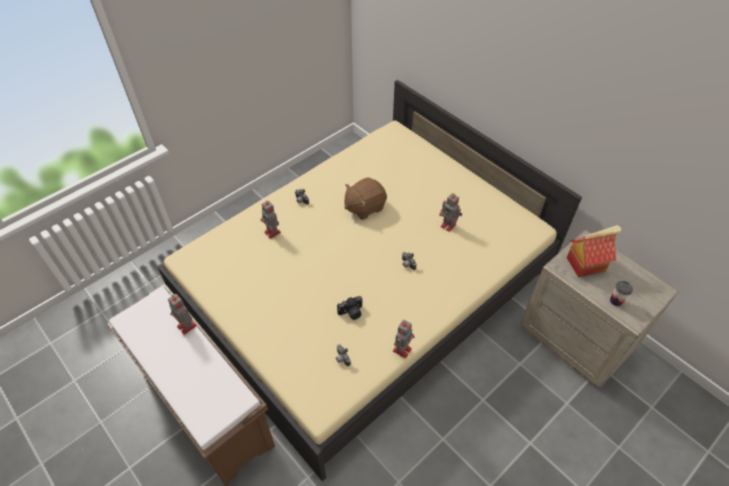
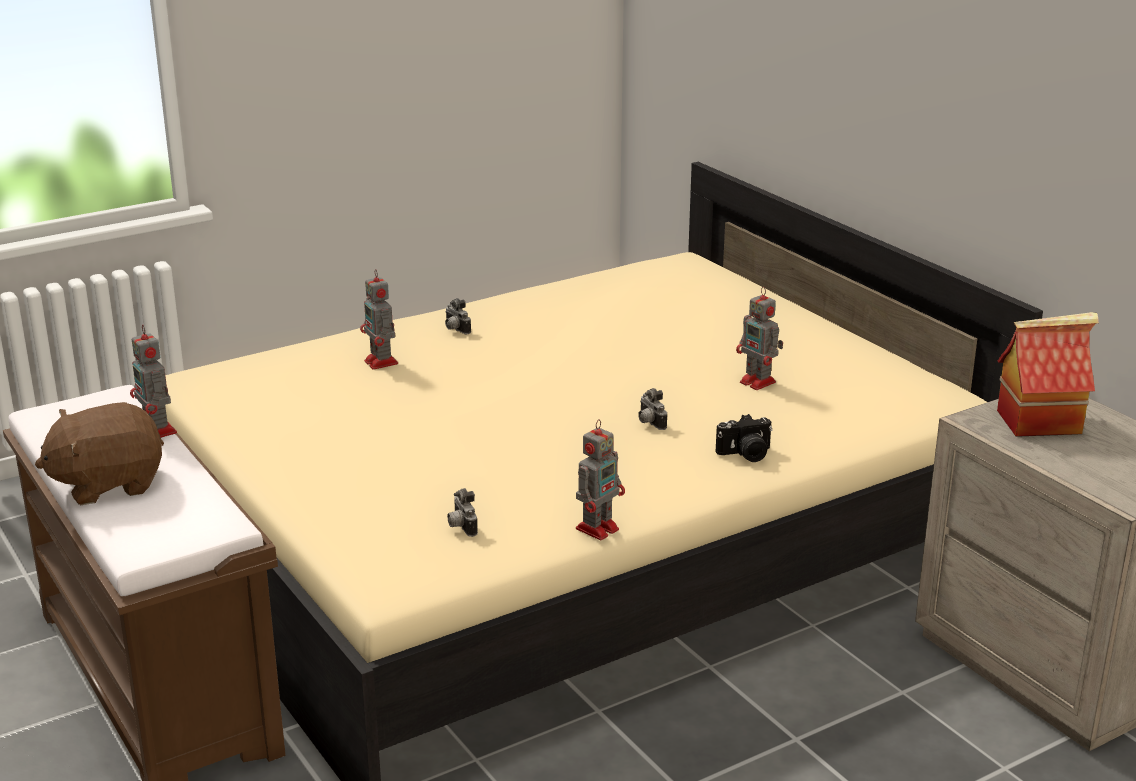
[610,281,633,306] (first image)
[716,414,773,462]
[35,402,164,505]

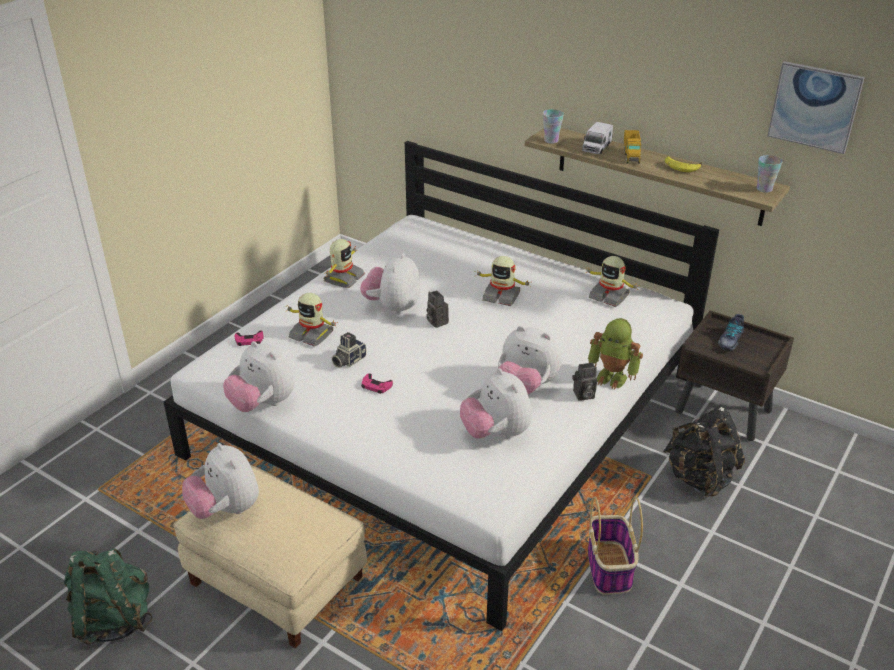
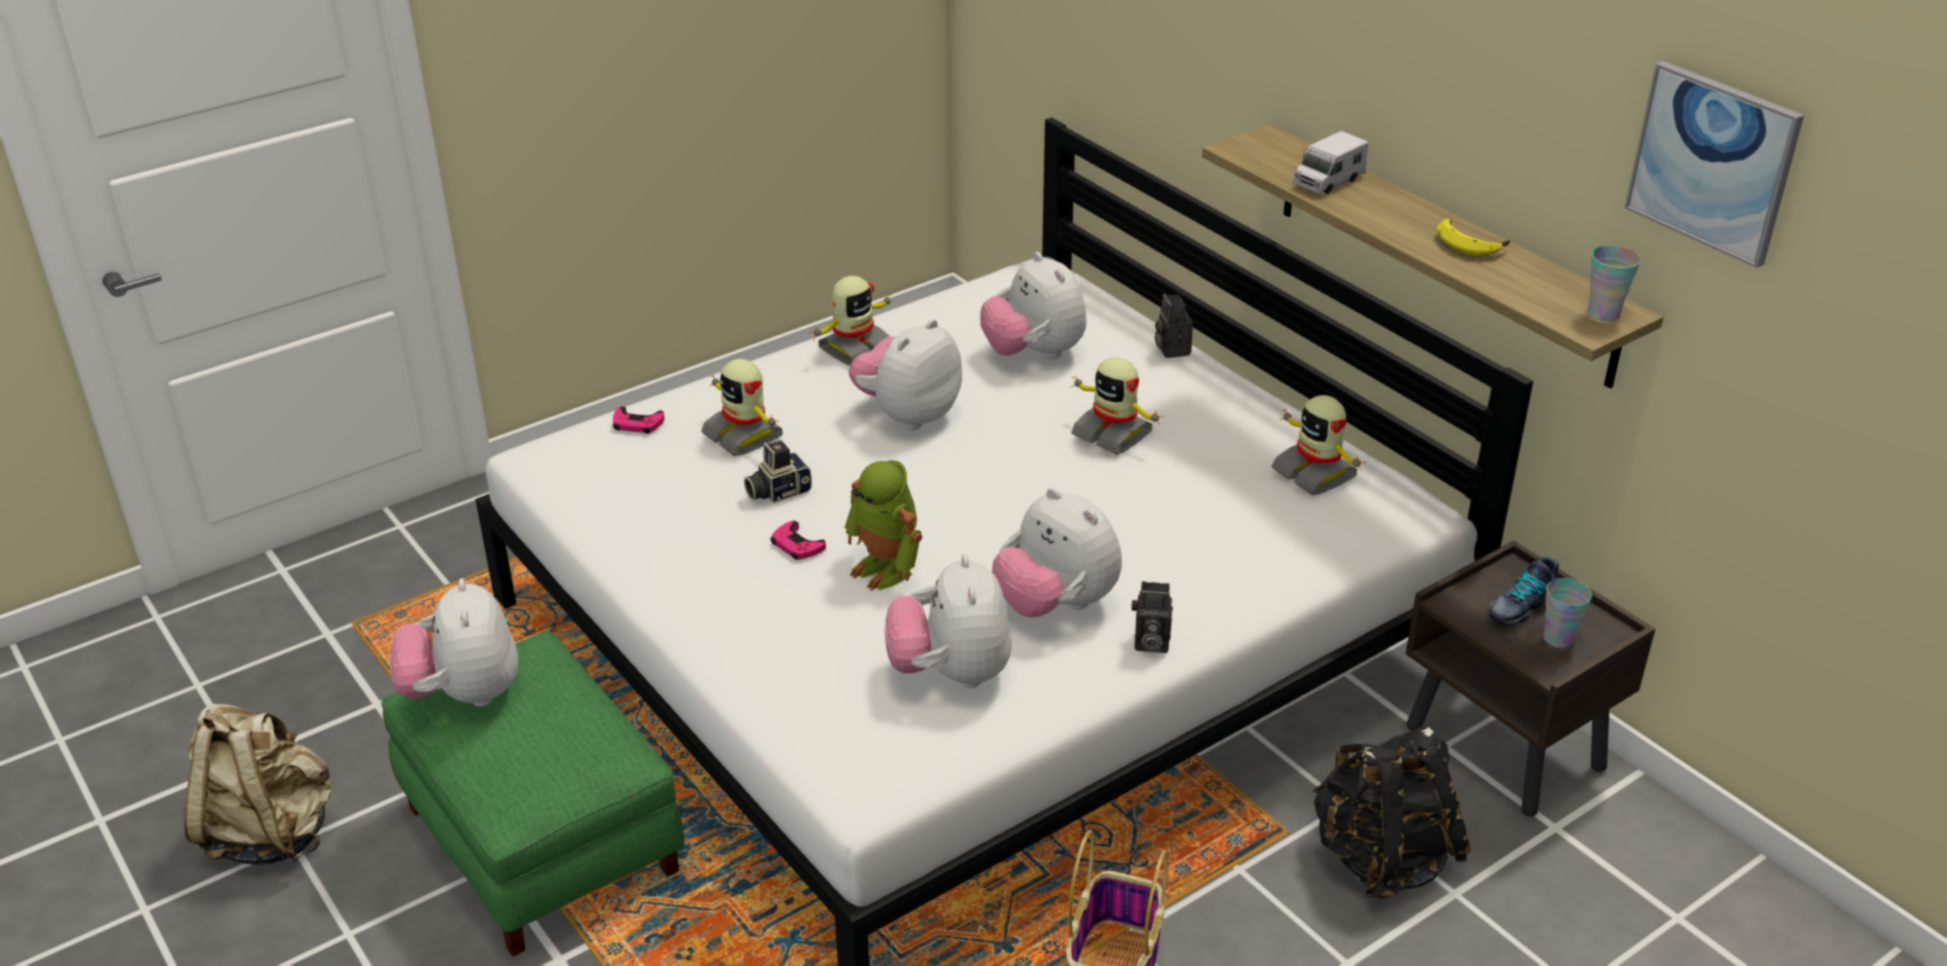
[624,130,641,164] (first image)
[980,252,1087,359]
[1155,294,1193,358]
[1543,578,1592,648]
[844,460,922,591]
[184,704,332,865]
[381,631,684,957]

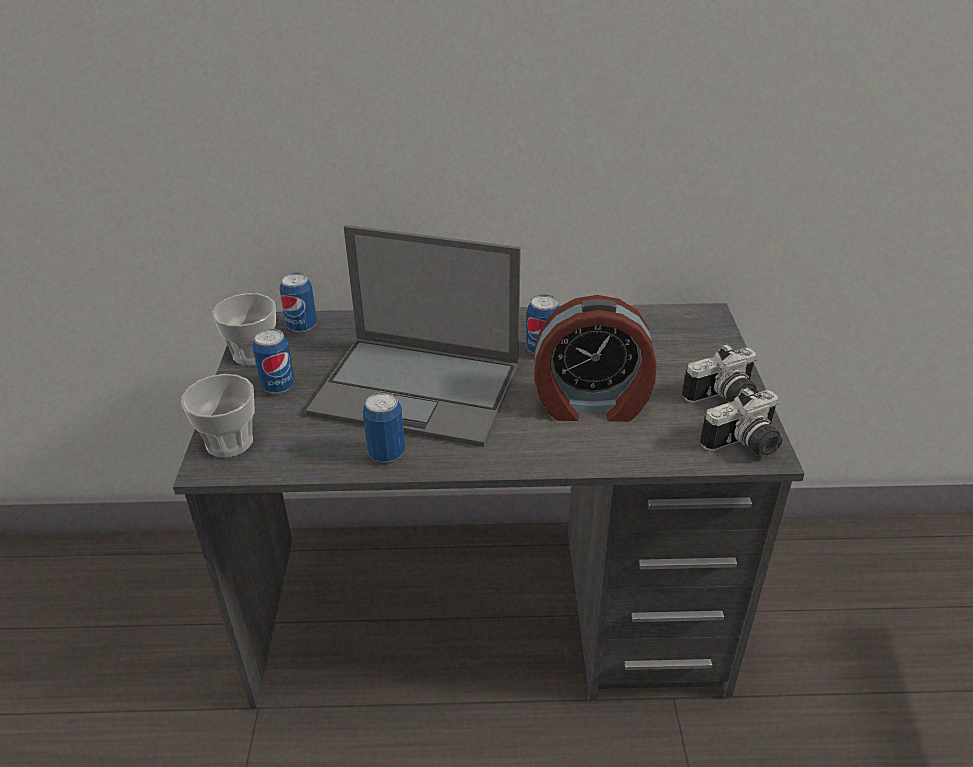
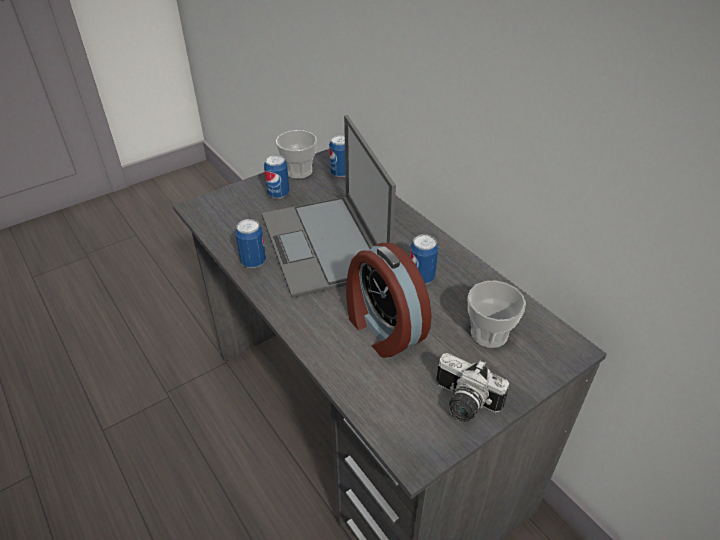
[700,387,782,457] (first image)
[468,280,526,348]

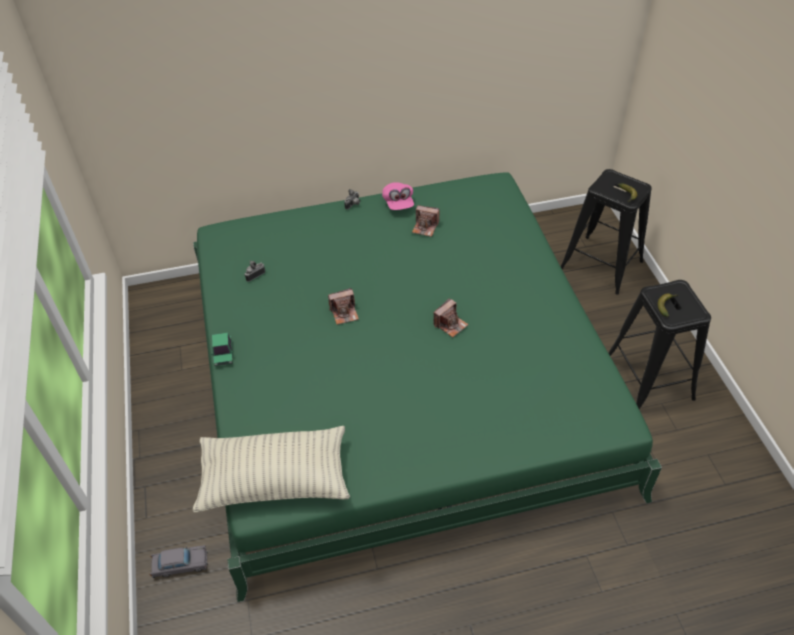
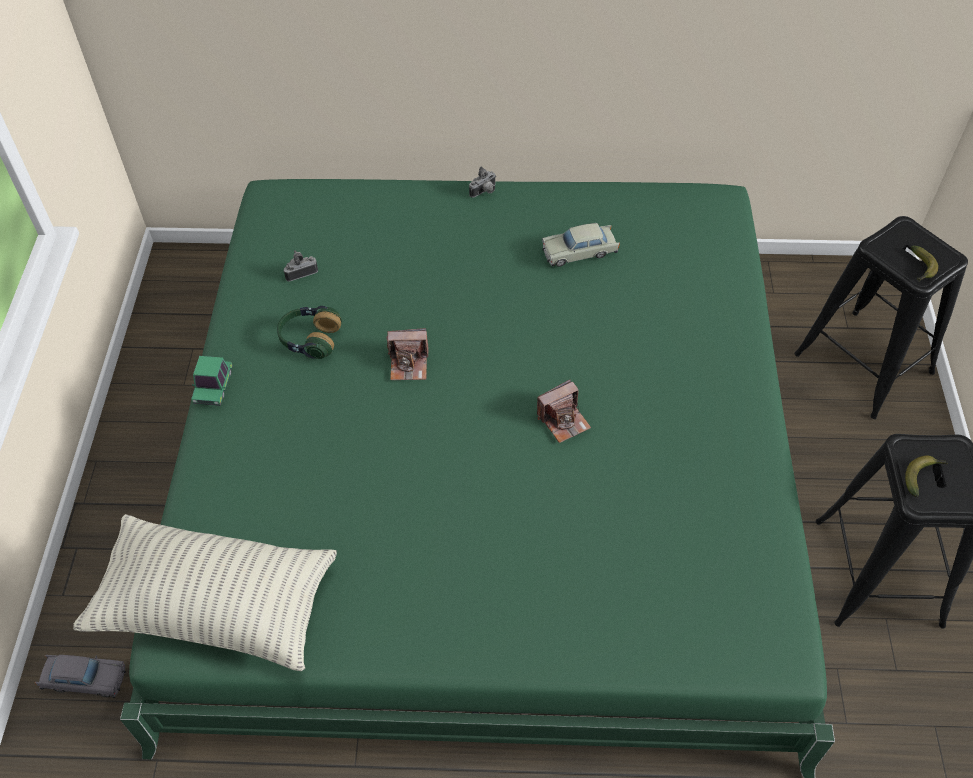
[382,182,414,210] (first image)
[277,306,342,359]
[542,223,620,267]

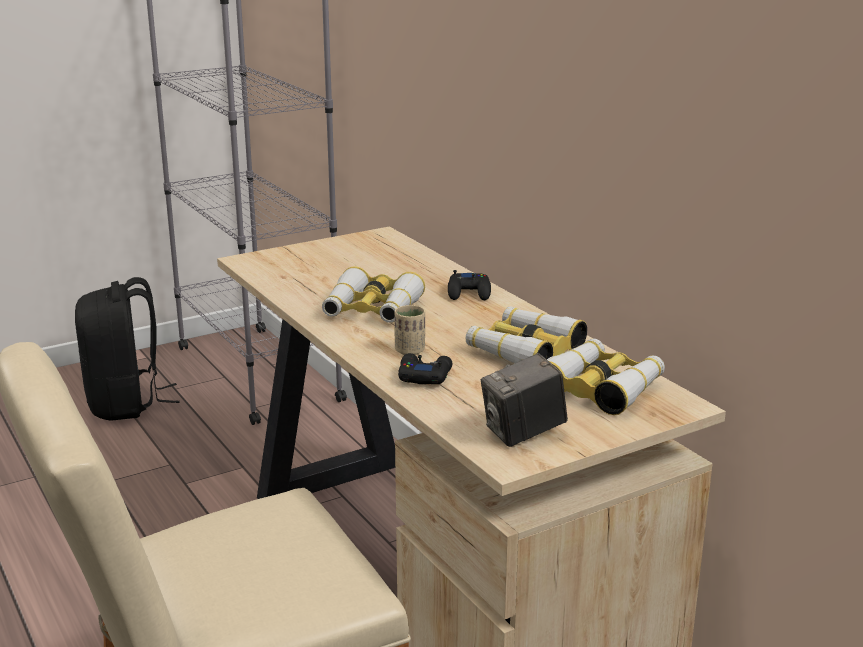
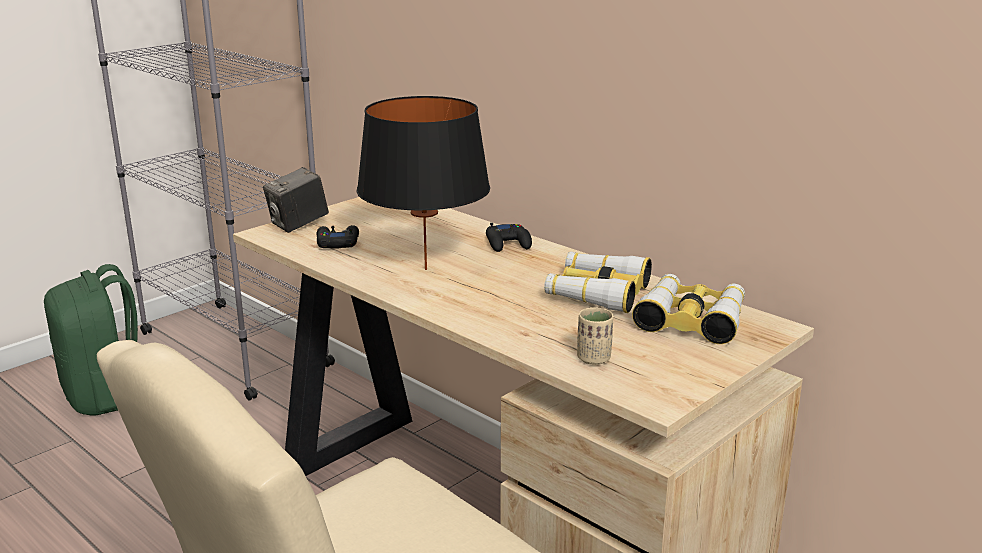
[577,307,614,365]
[316,225,359,249]
[263,167,329,233]
[357,96,490,270]
[44,264,138,415]

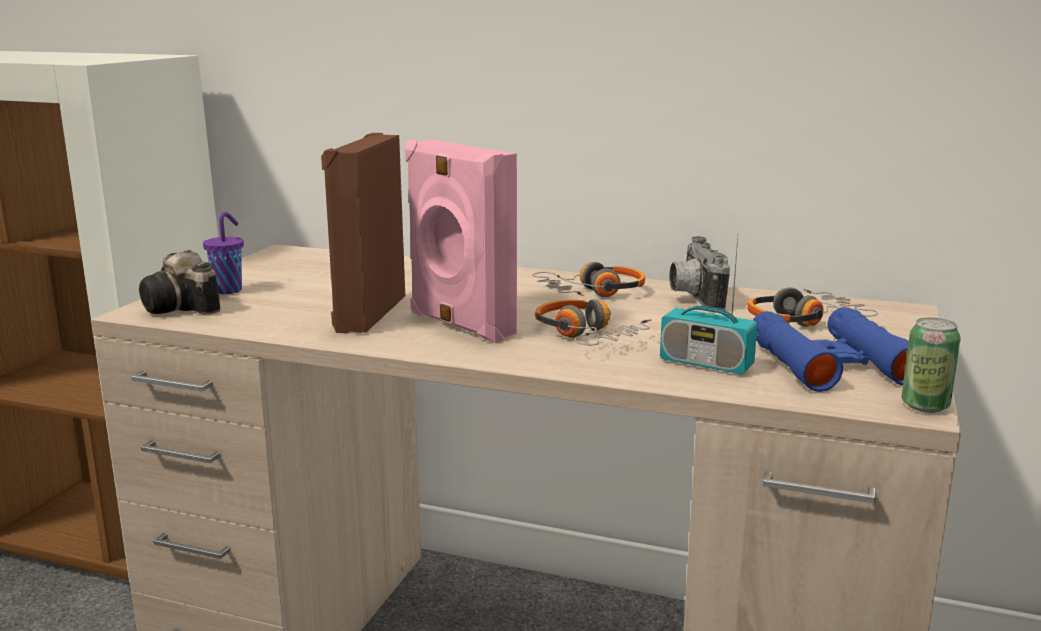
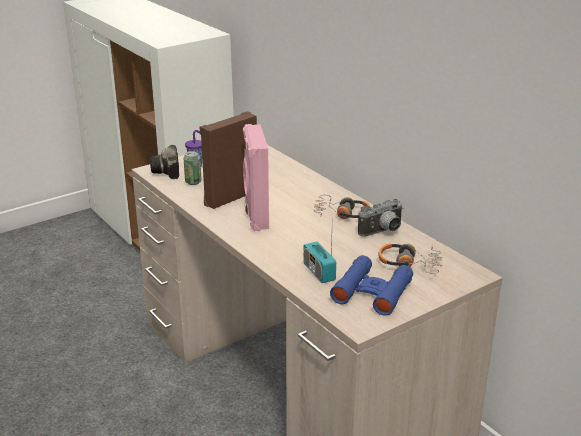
[535,299,651,345] (first image)
[183,151,202,185]
[358,199,403,237]

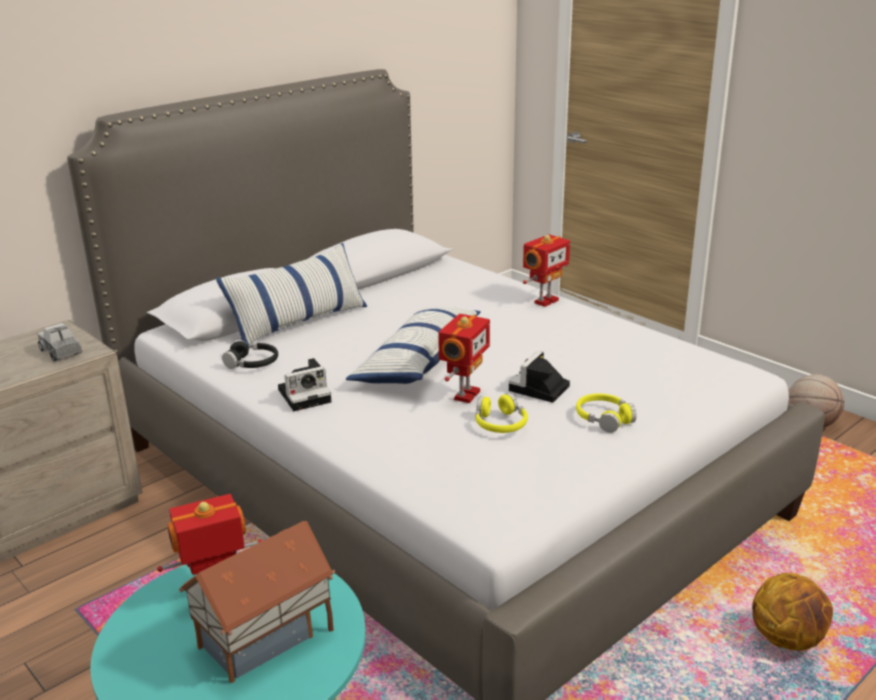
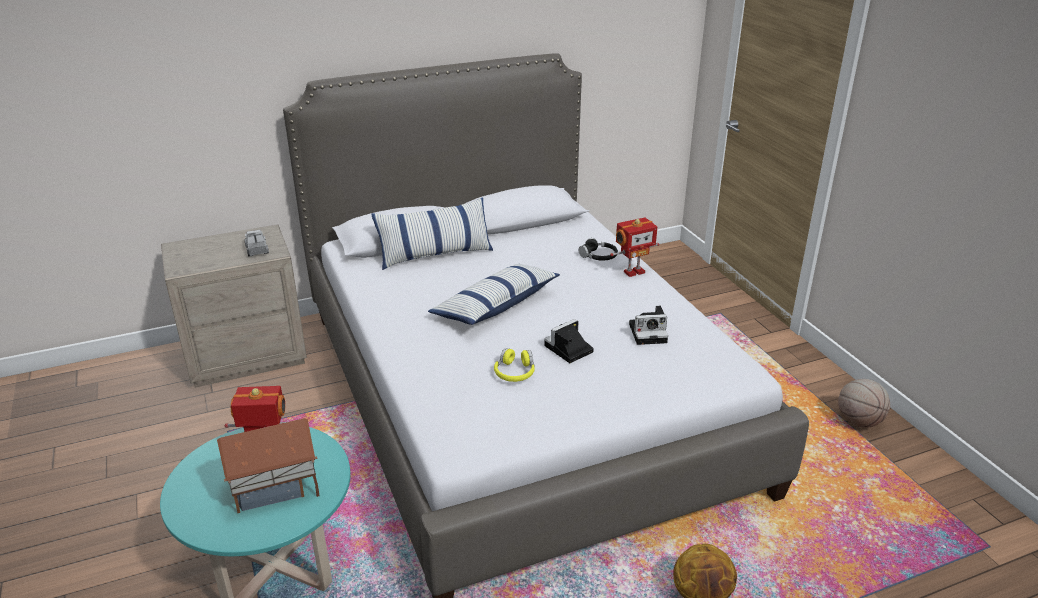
[438,314,490,403] (first image)
[576,393,637,433] (first image)
[579,238,618,261]
[629,306,668,345]

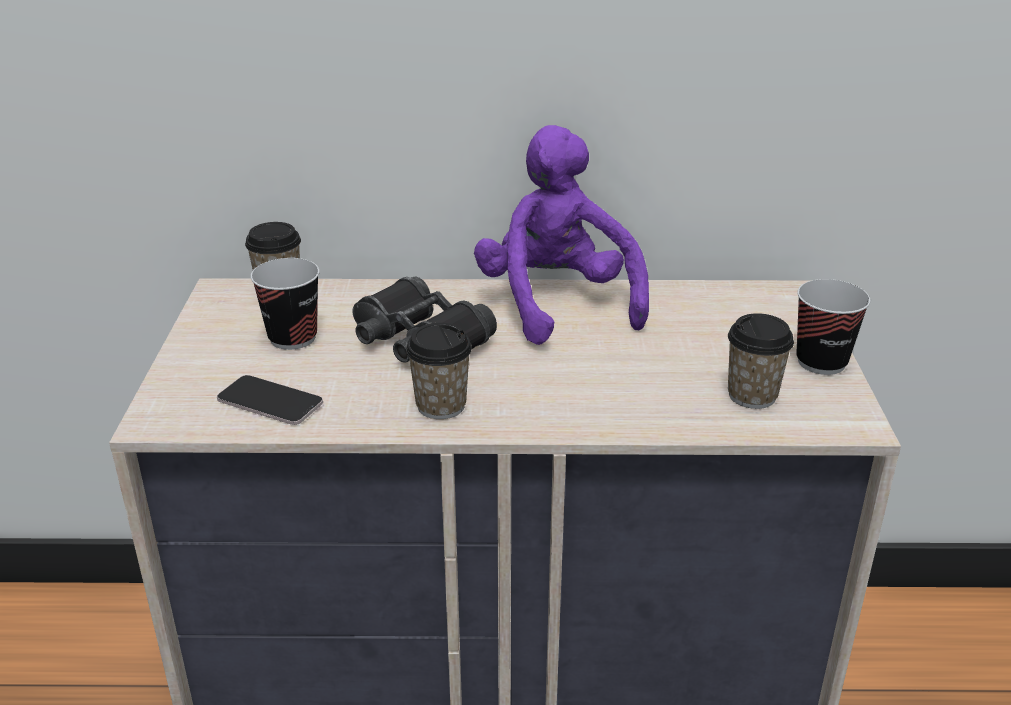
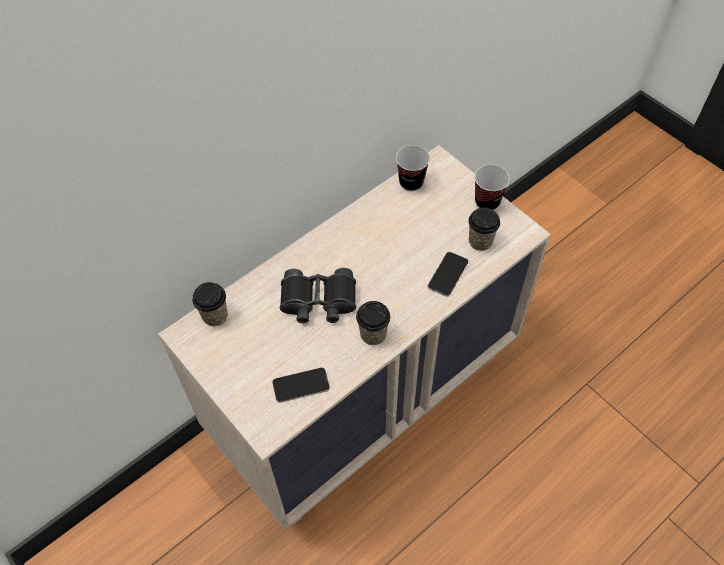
[474,125,649,345] (first image)
[428,252,469,297]
[396,145,430,191]

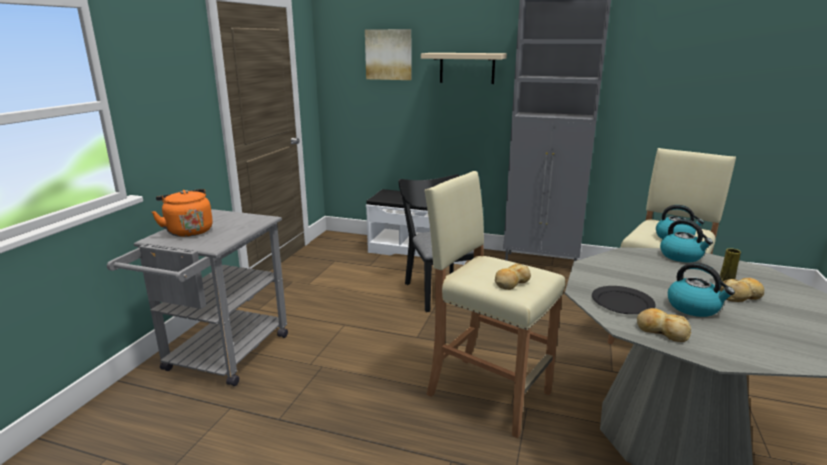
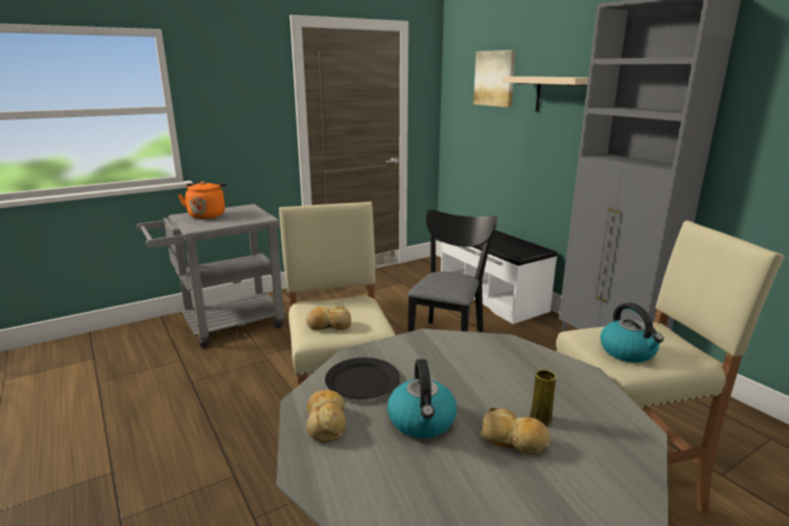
[660,219,713,262] (first image)

